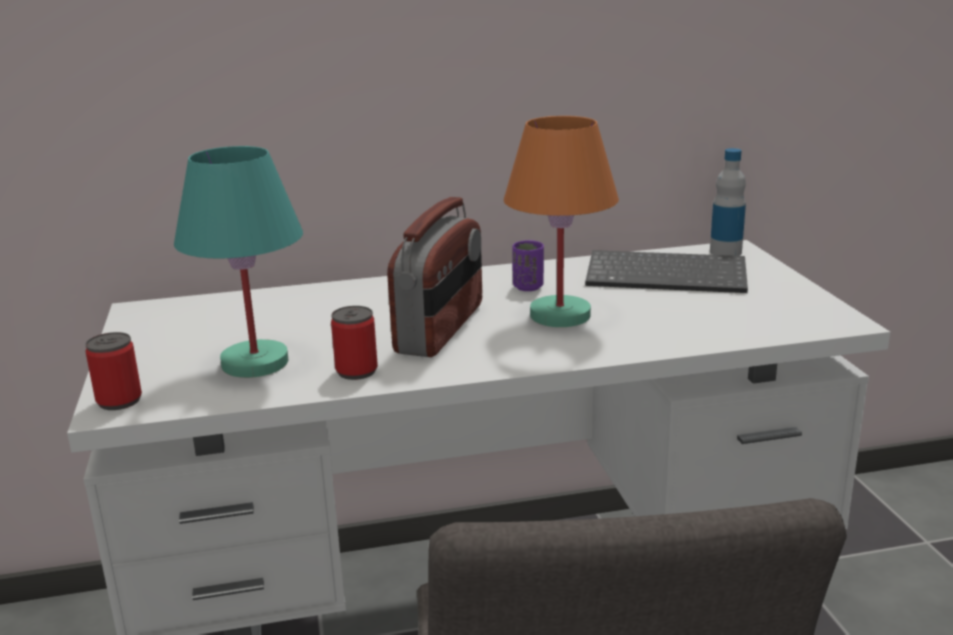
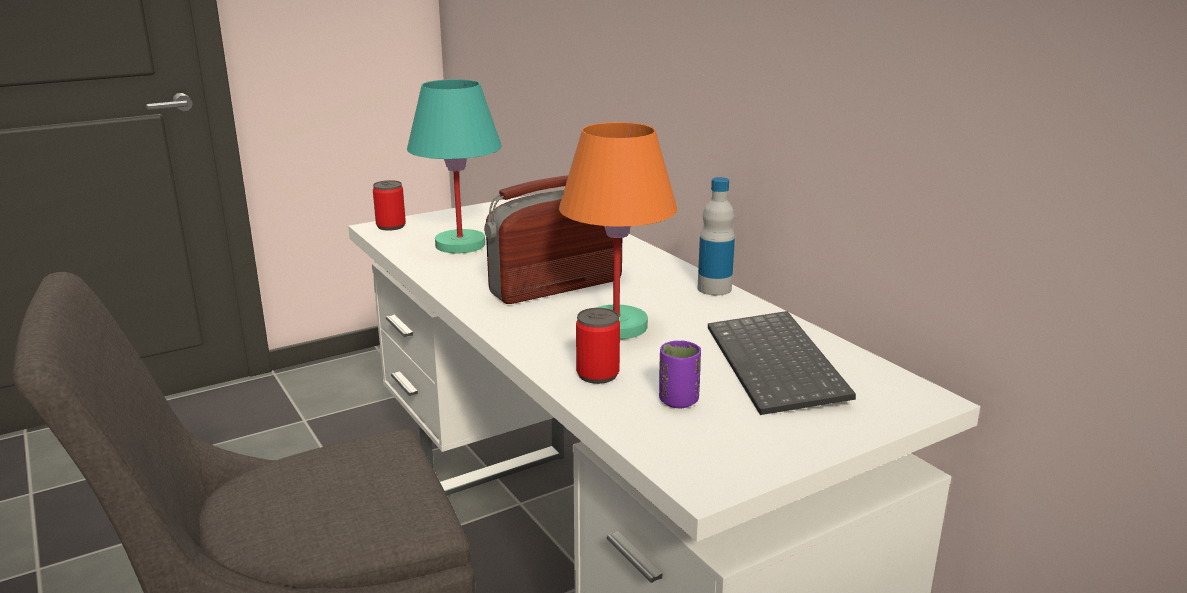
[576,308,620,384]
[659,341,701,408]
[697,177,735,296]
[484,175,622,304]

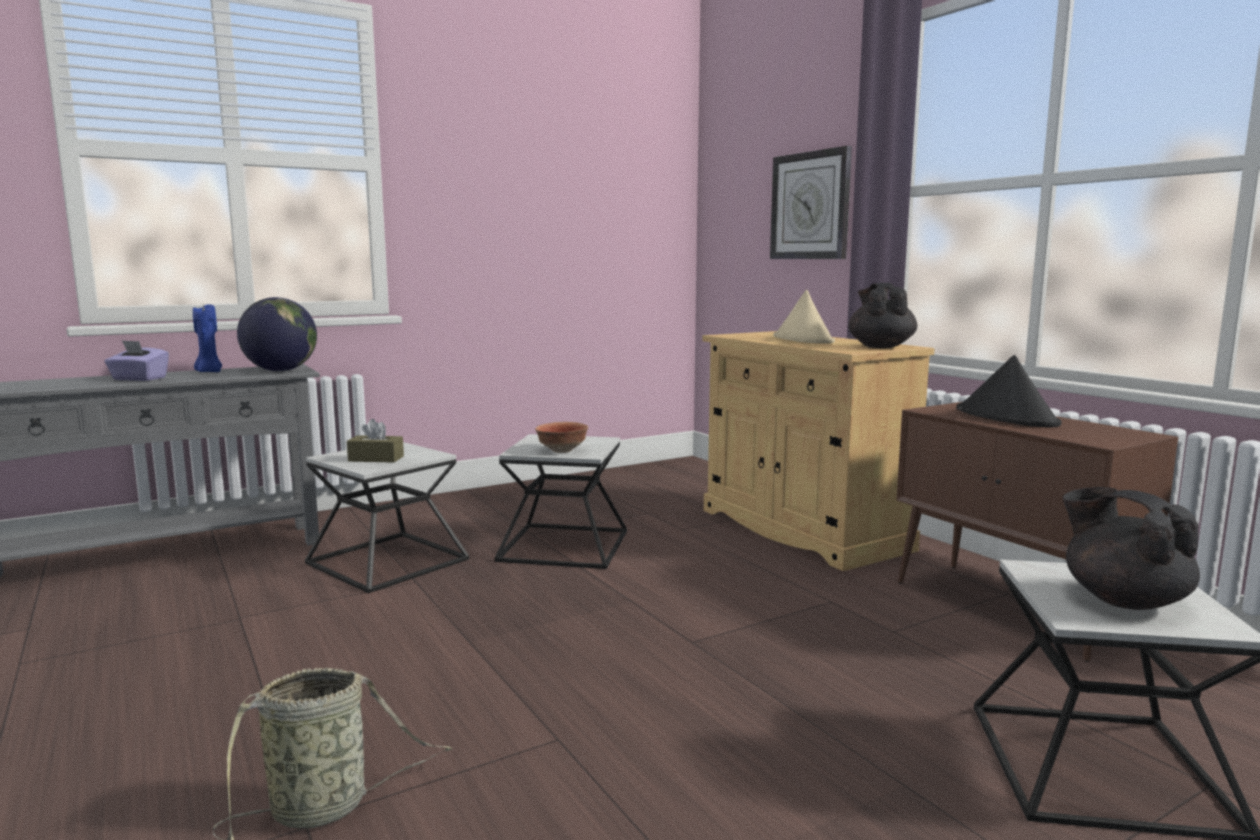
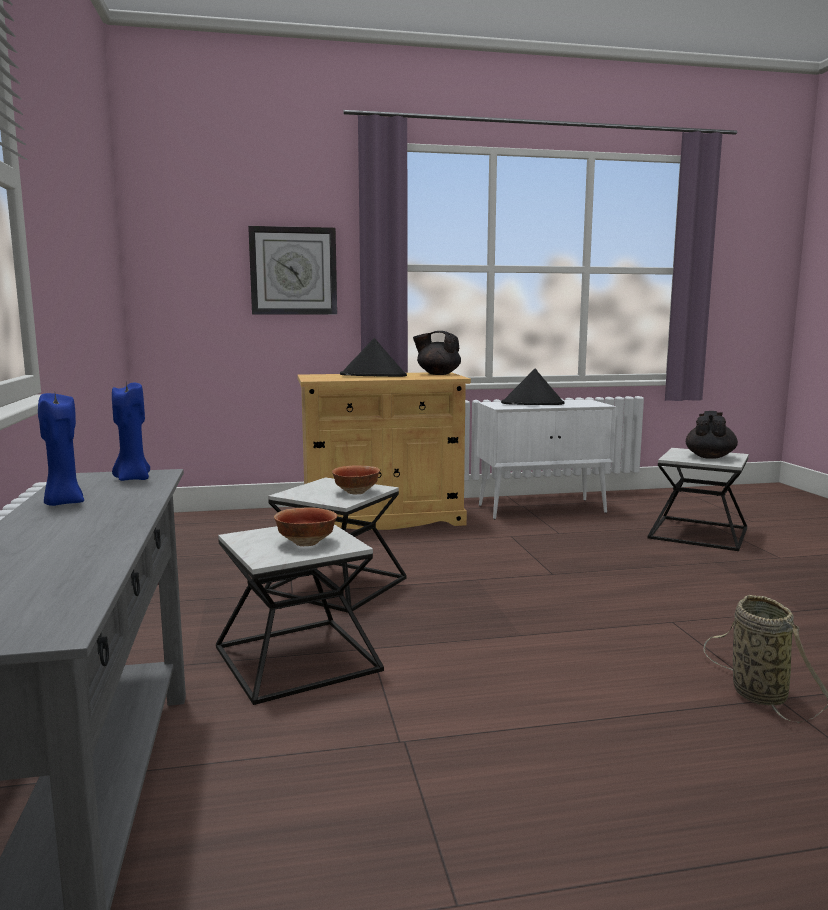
[104,340,169,381] (first image)
[112,382,150,481]
[274,507,337,546]
[340,338,407,377]
[477,399,616,519]
[686,411,738,459]

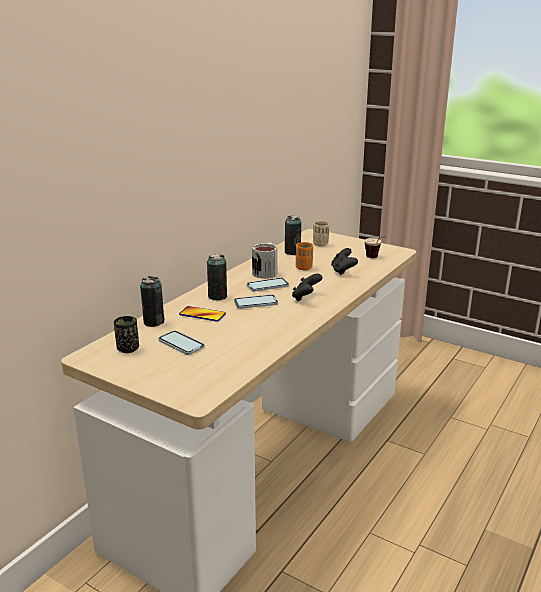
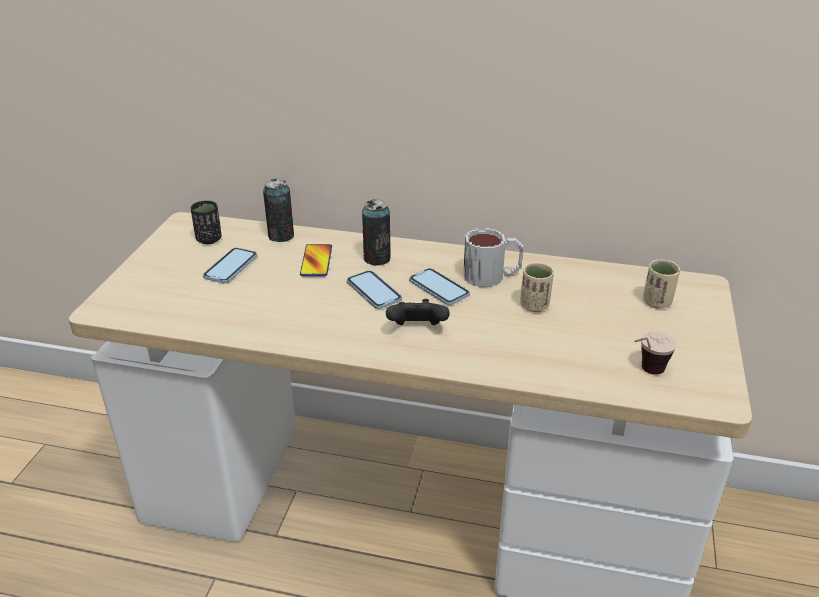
[285,215,301,255] (first image)
[331,248,358,275] (first image)
[520,262,554,312]

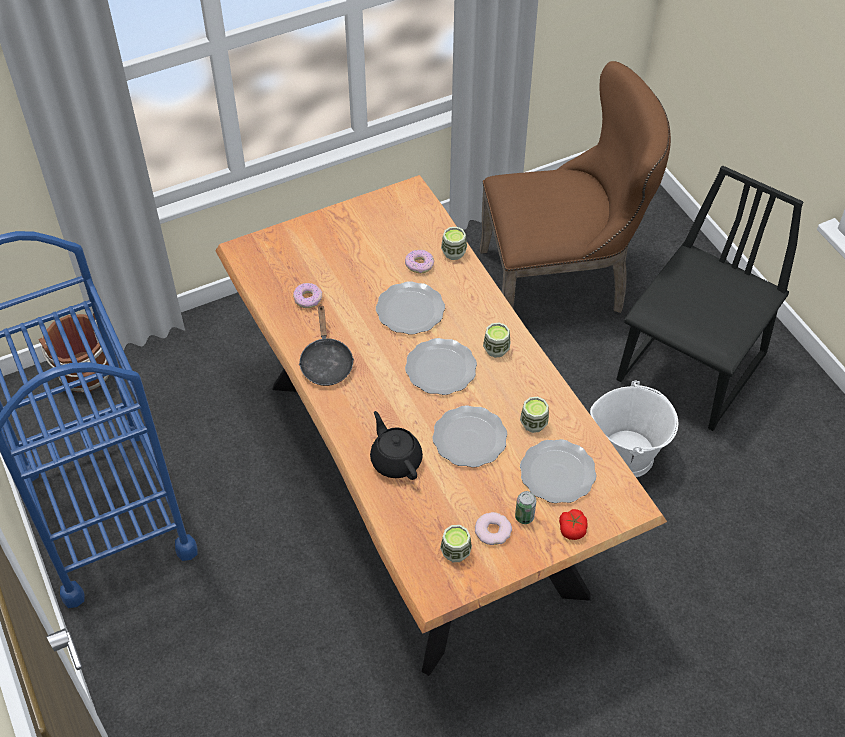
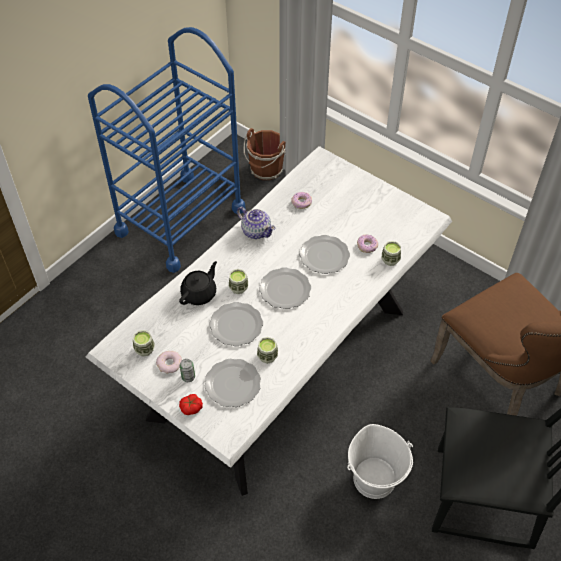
[229,269,248,294]
[237,207,275,239]
[86,146,452,496]

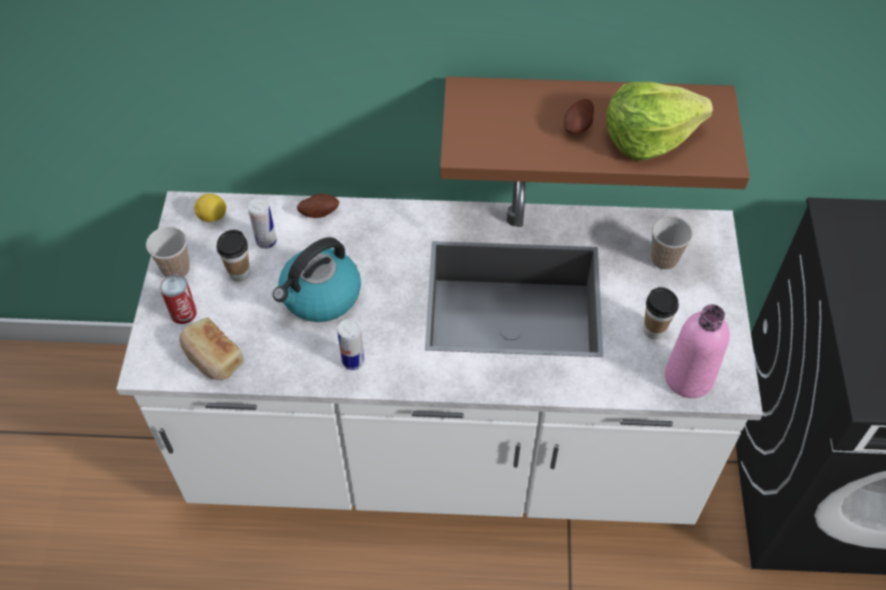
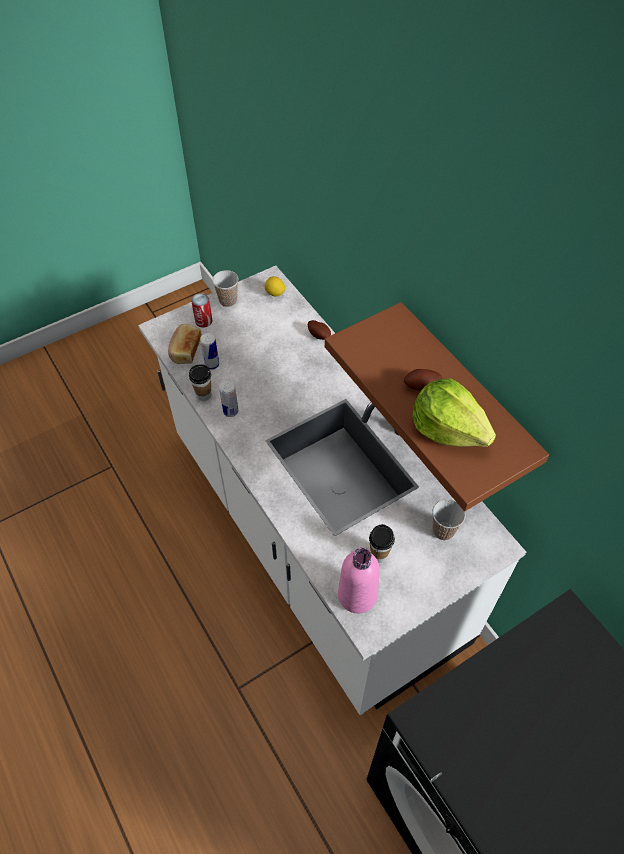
[273,237,361,322] (first image)
[189,364,211,401]
[200,333,219,370]

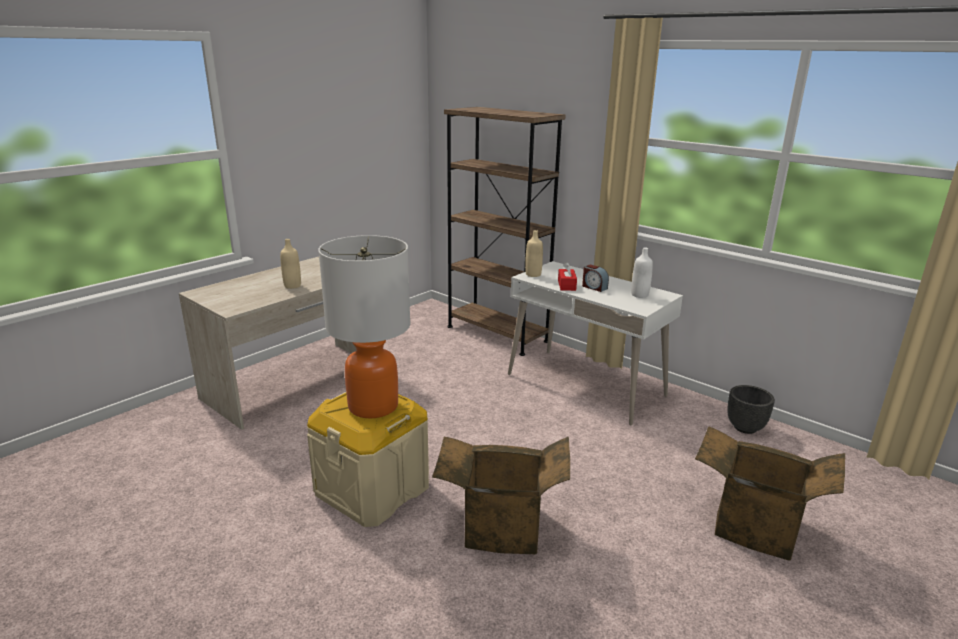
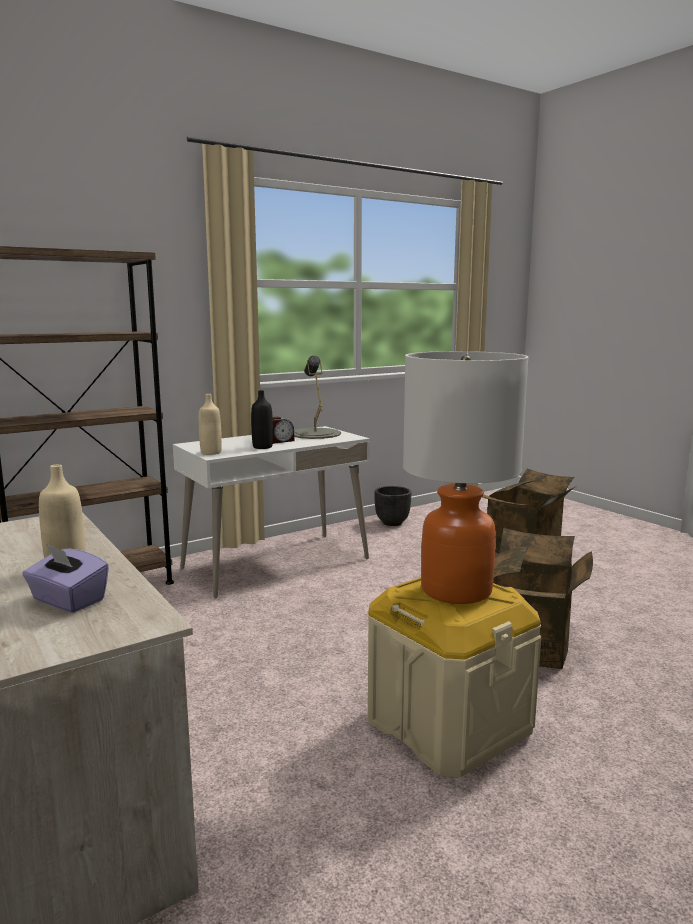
[22,544,109,613]
[251,390,273,449]
[294,356,341,439]

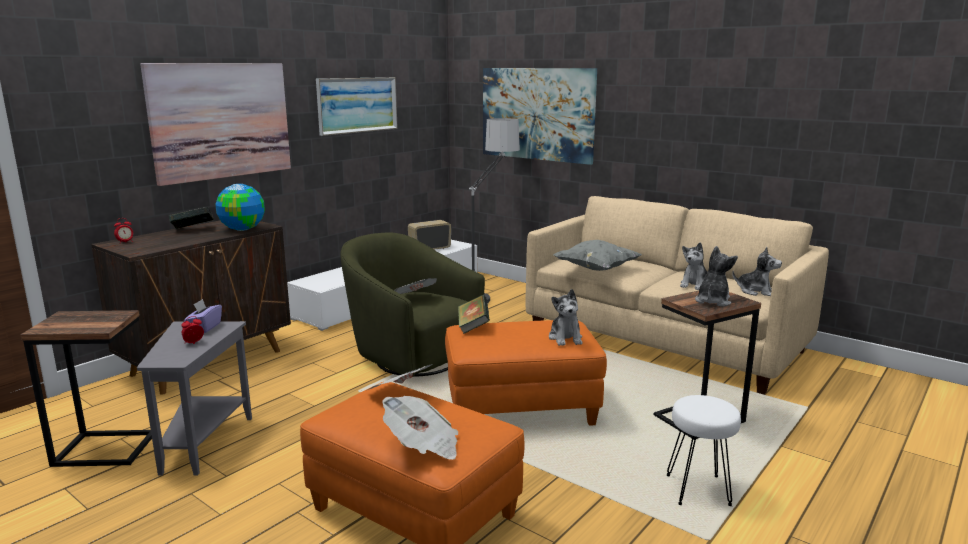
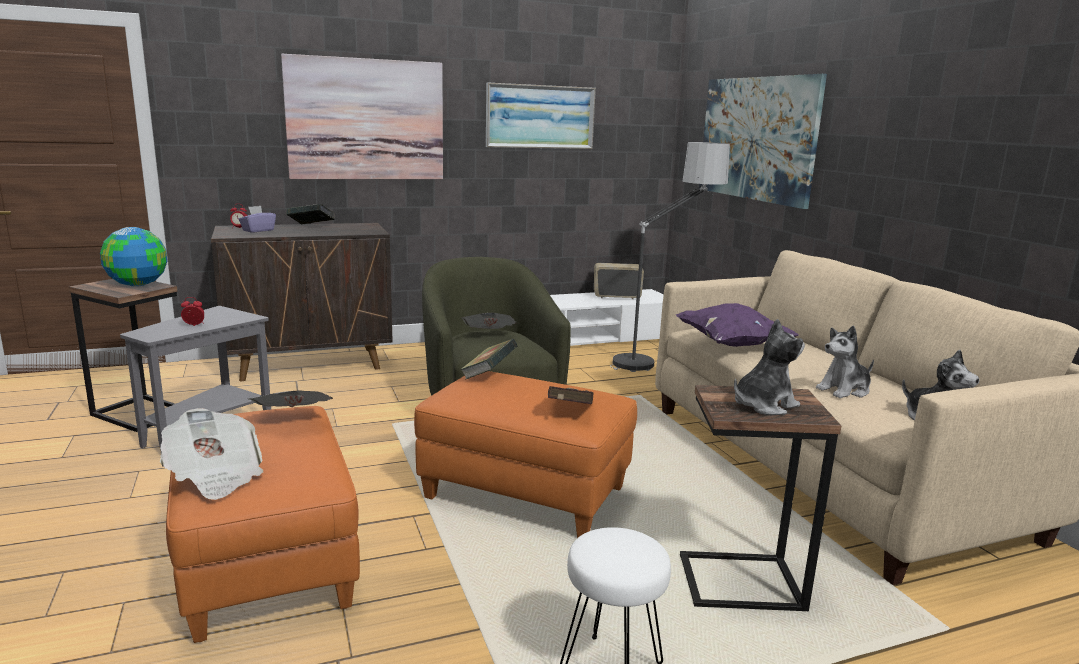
[239,206,276,233]
[100,227,167,287]
[548,386,594,404]
[676,303,799,347]

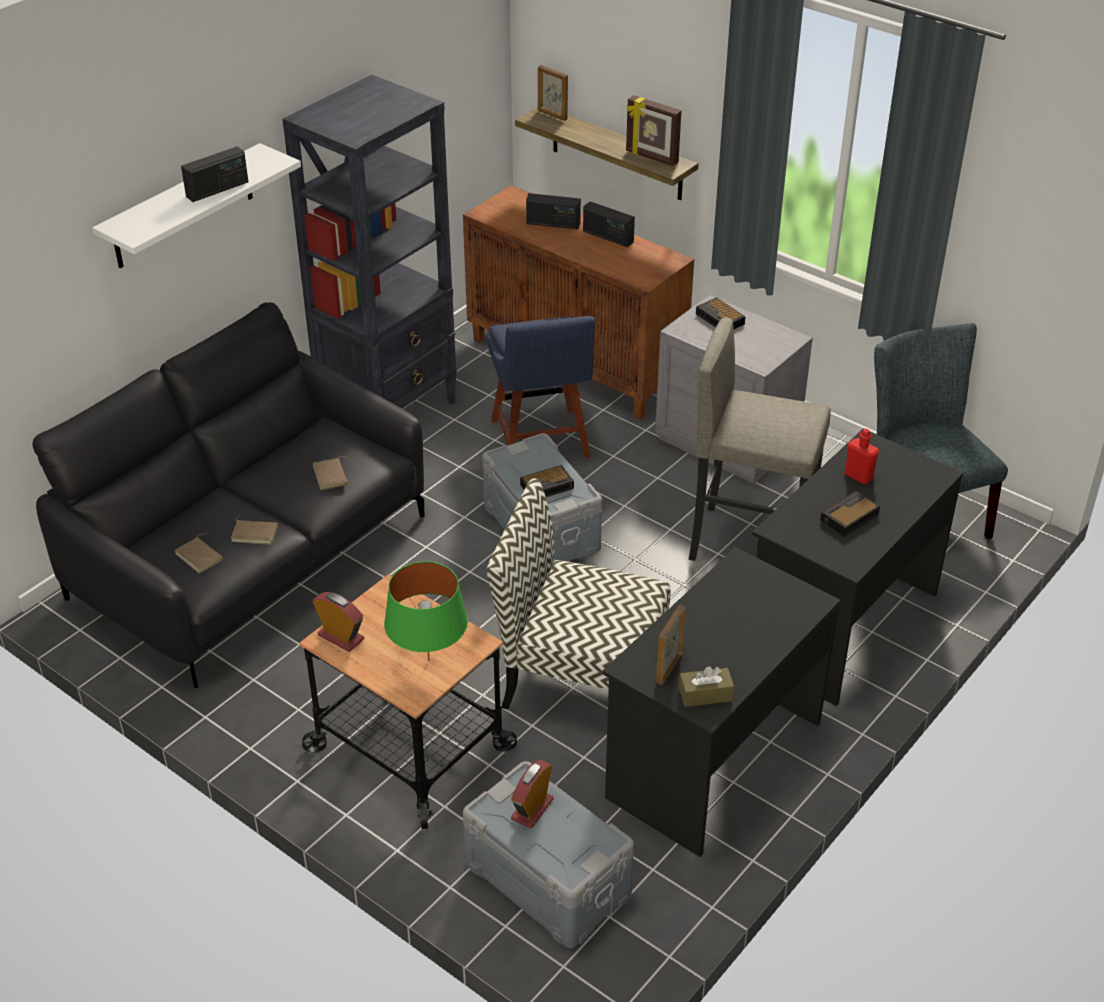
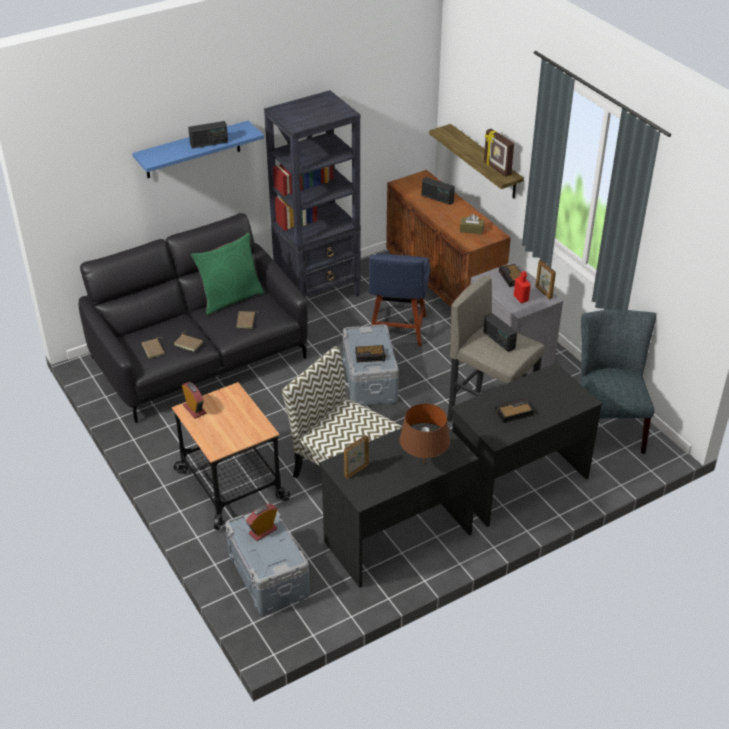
[384,561,468,661] (first image)
[191,233,264,315]
[400,403,450,464]
[535,260,556,299]
[483,313,517,352]
[460,214,485,234]
[514,271,531,303]
[132,121,264,178]

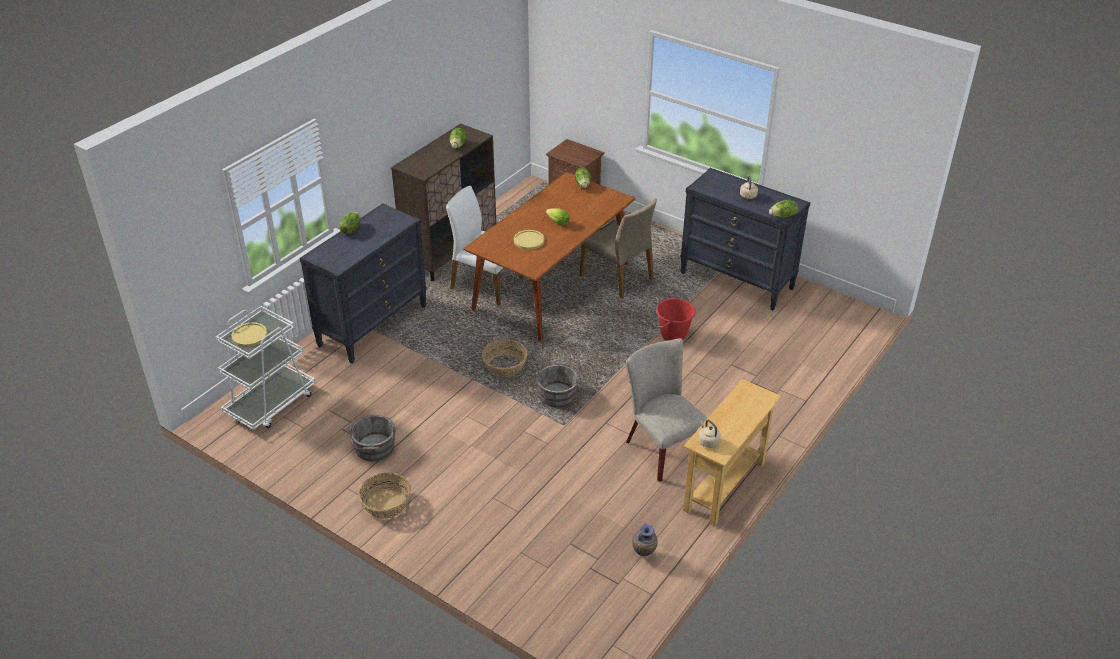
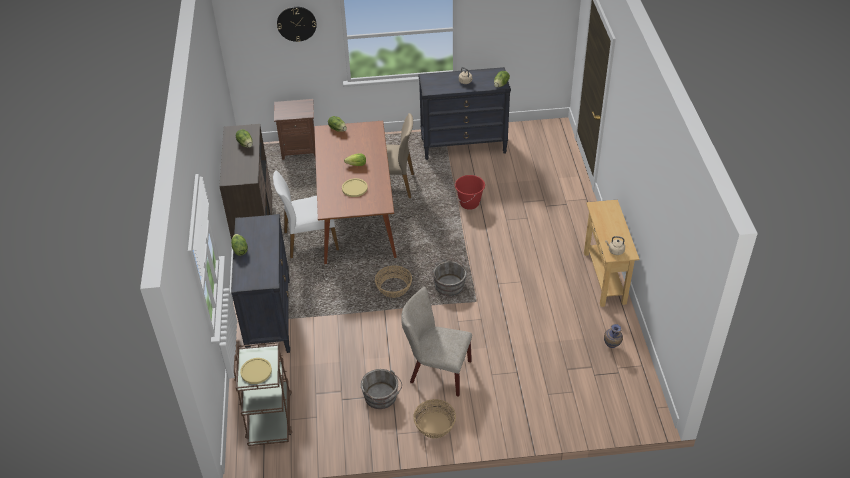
[277,7,317,42]
[401,287,472,397]
[234,342,292,446]

